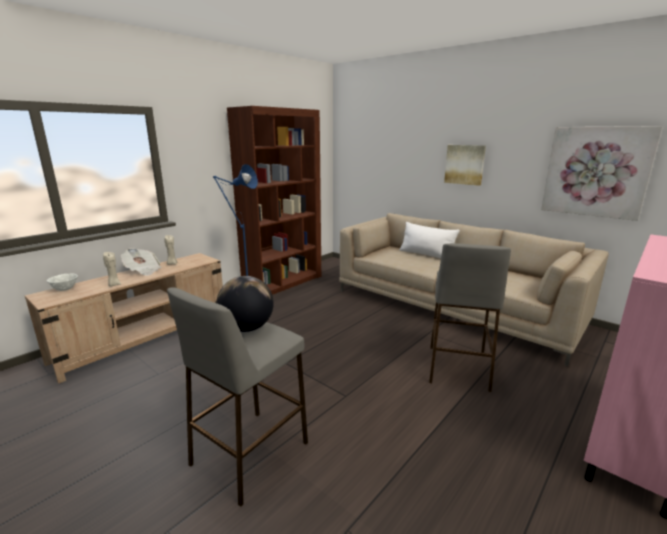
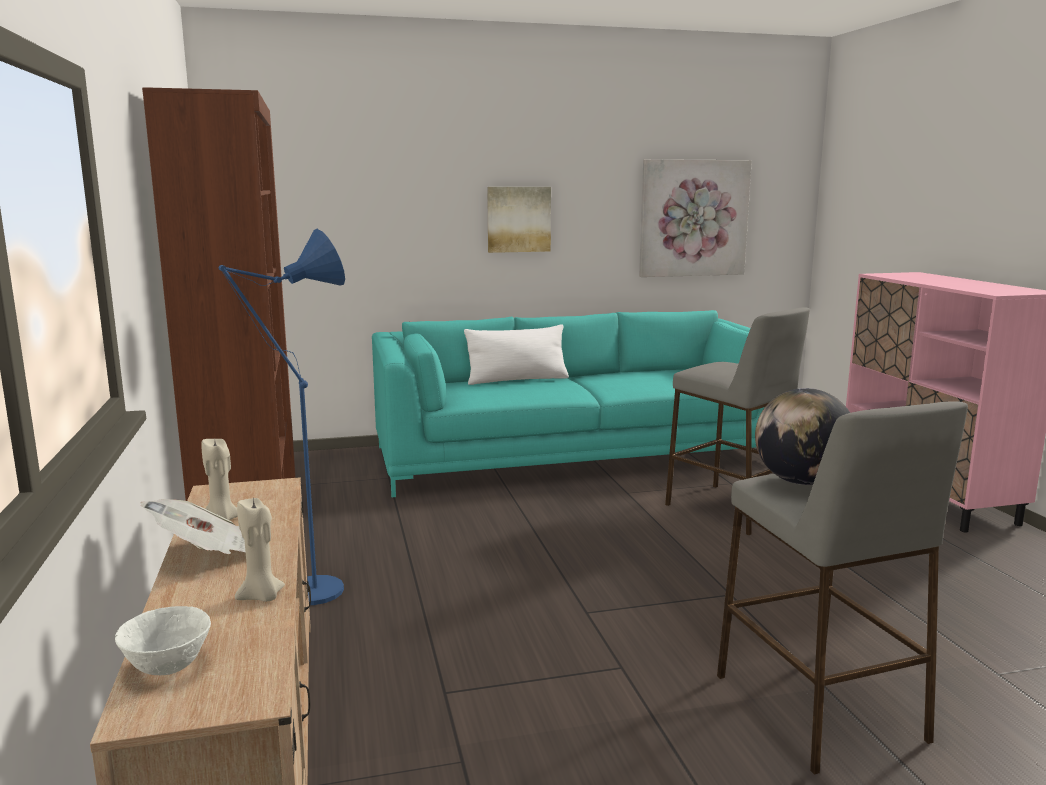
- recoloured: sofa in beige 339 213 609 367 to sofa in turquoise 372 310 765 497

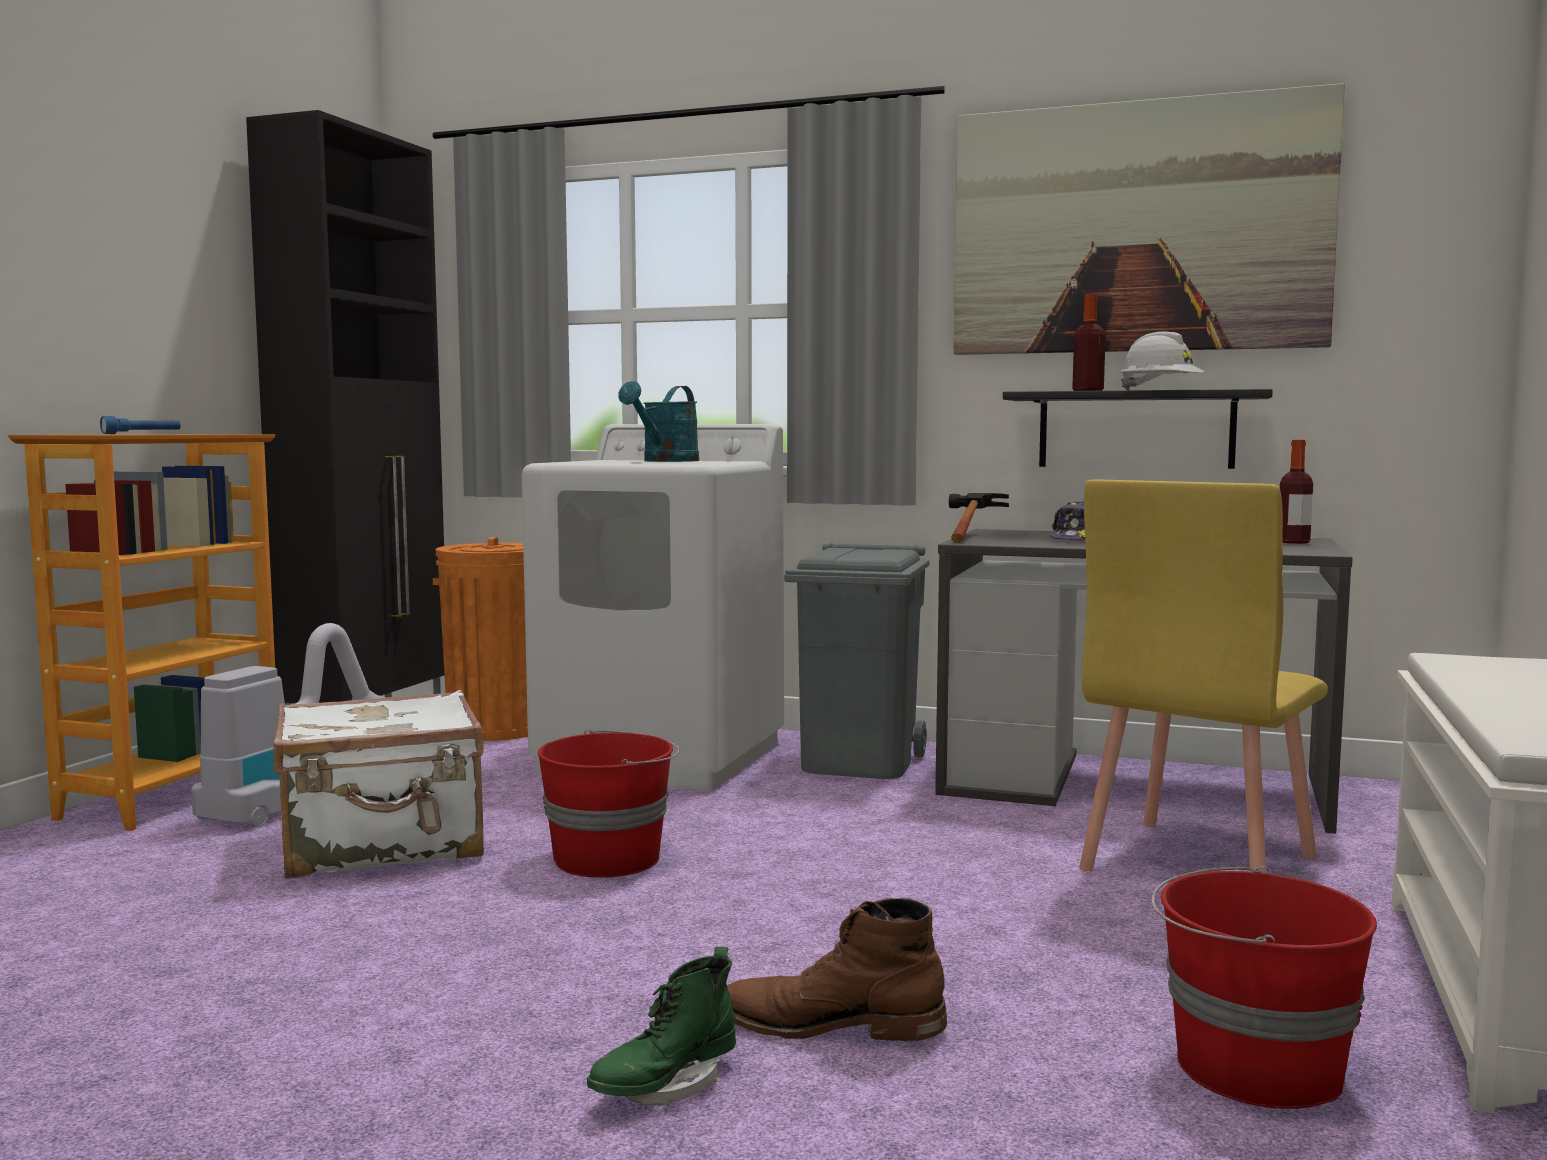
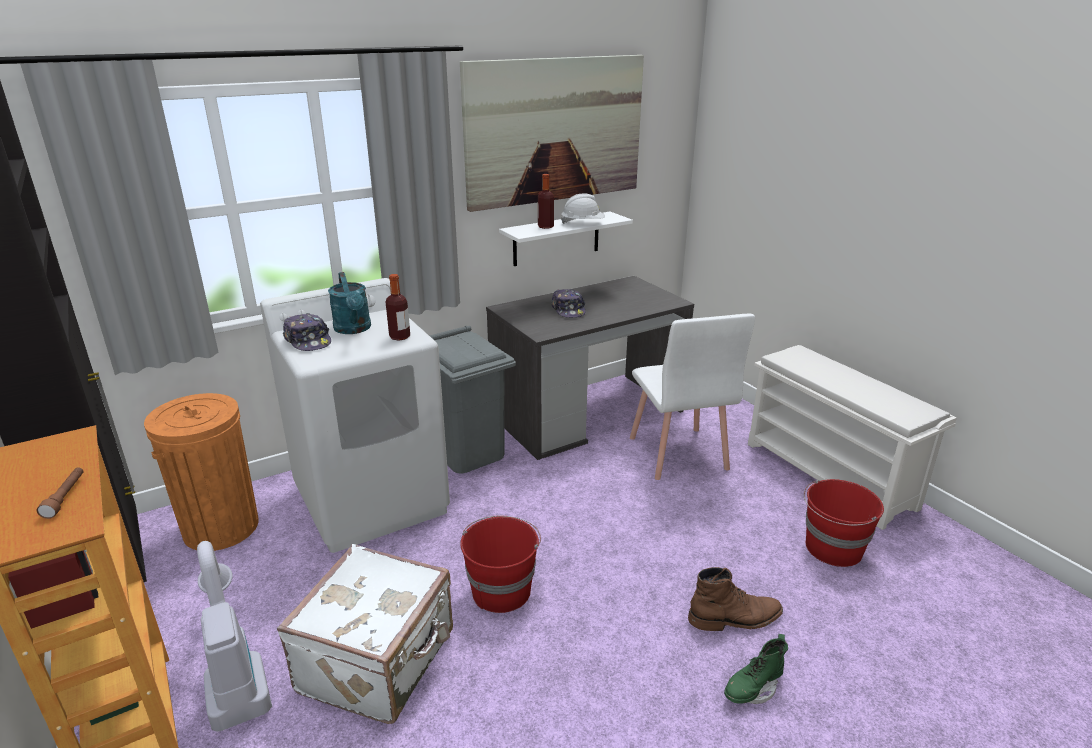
- removed: hammer 949 493 1009 542
- added: cap 283 313 331 351
- moved: bottle 1280 440 1313 544 to 386 274 410 341
- recoloured: flashlight in blue 100 416 181 434 to flashlight in brown 37 467 84 519
- recoloured: shelf in black 1003 389 1273 469 to shelf in white 499 211 633 266
- recoloured: chair in yellow 1079 479 1328 873 to chair in white 630 314 755 480
- turned: boot in green 587 947 736 1105 = 724 634 788 704 60 degrees clockwise
- turned: boot in brown 727 898 947 1042 = 688 567 783 631 150 degrees counterclockwise

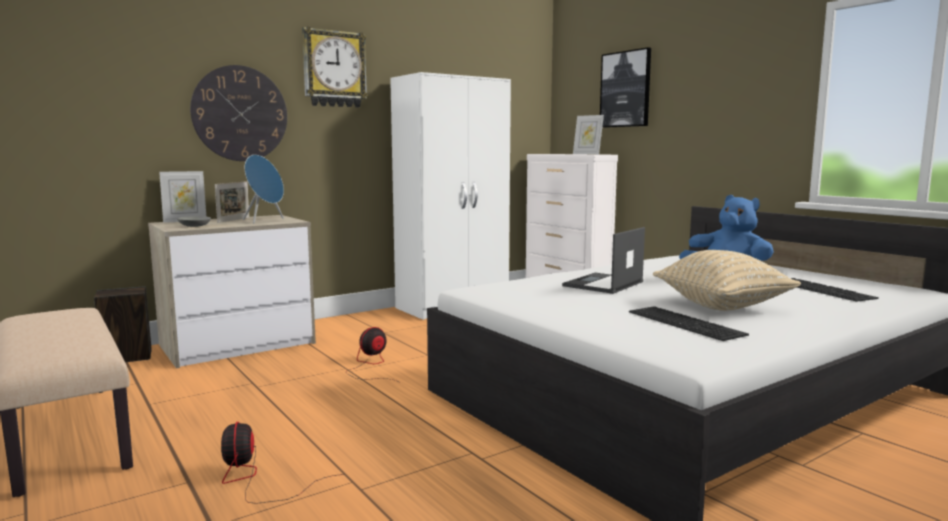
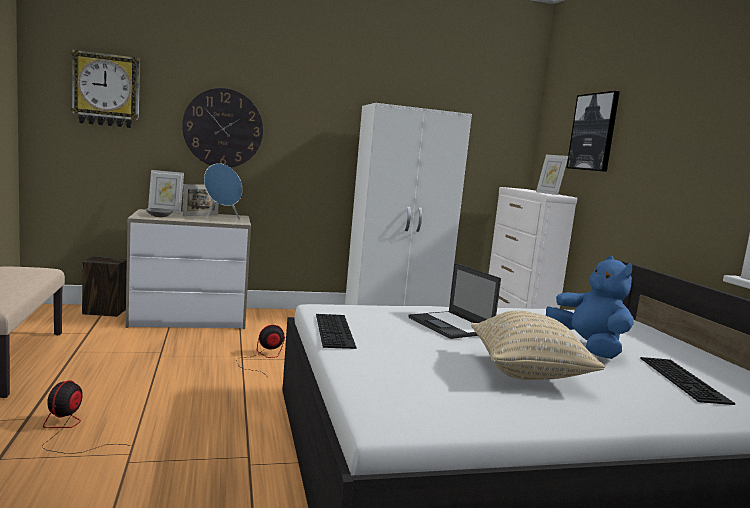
- moved: wall clock 302 27 368 108 to 71 50 140 128
- moved: keyboard 629 307 749 341 to 316 314 356 349
- turned: laptop 562 227 645 294 = 408 263 501 339 90 degrees counterclockwise

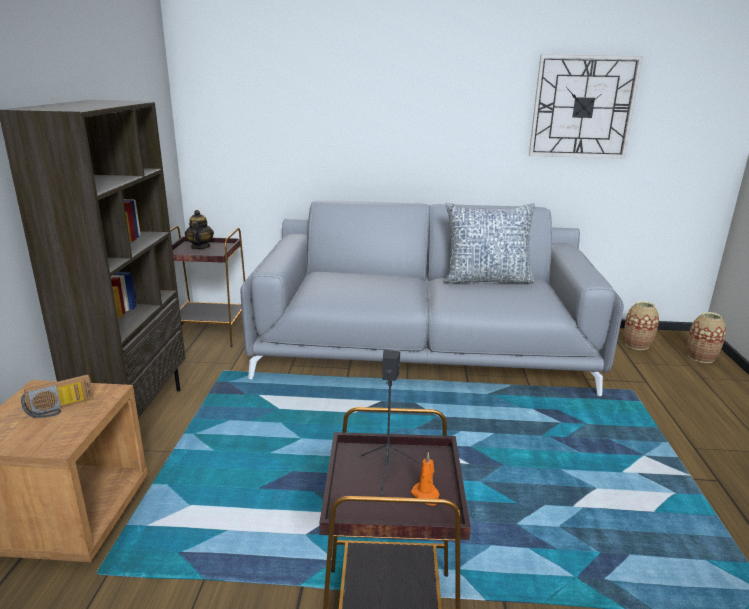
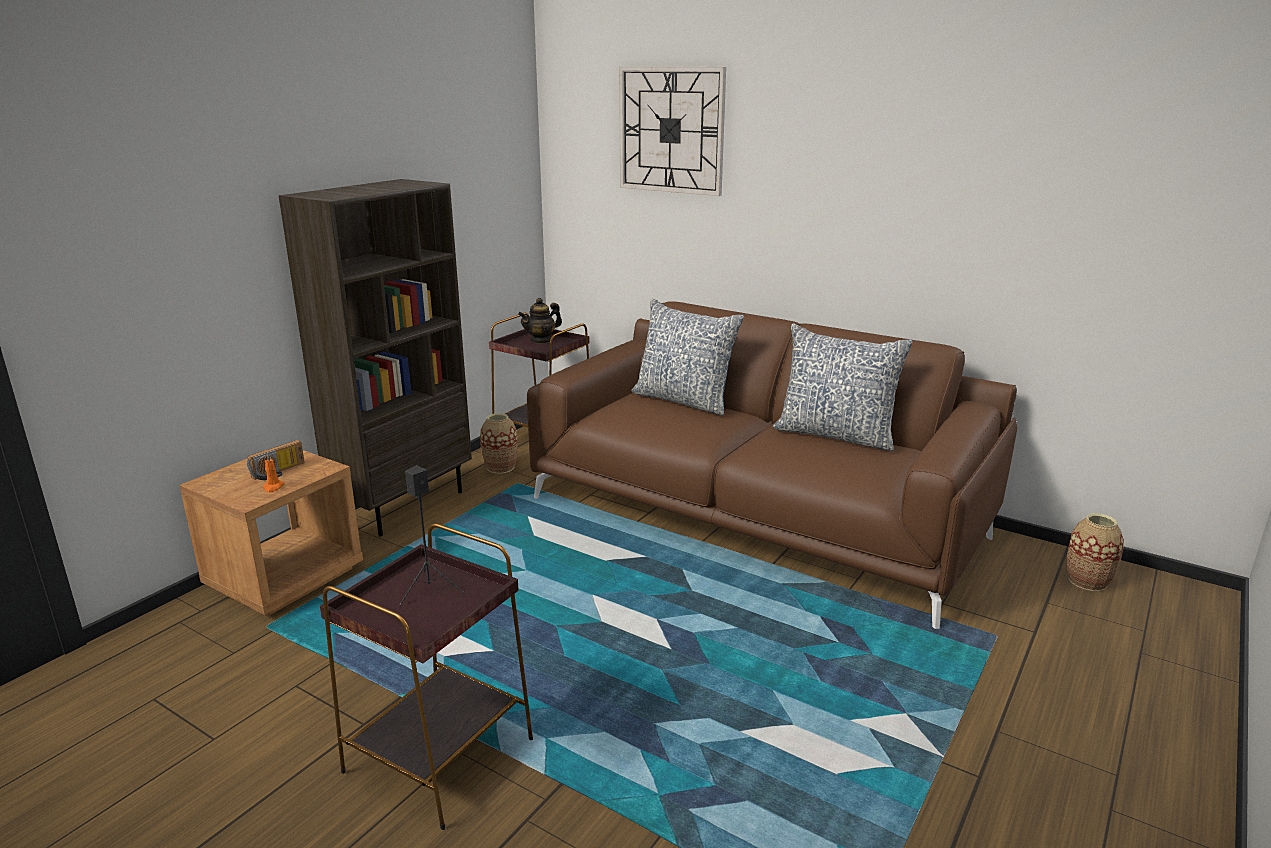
- added: pillow 631 298 744 416
- moved: candle in orange 411 452 440 506 to 263 454 285 493
- moved: wall clock 529 54 643 158 to 619 67 726 196
- moved: vase 688 312 726 363 to 480 413 518 473
- recoloured: sofa in grey 240 200 624 396 to sofa in brown 527 301 1017 629
- turned: radio 21 374 94 418 = 247 440 305 480 45 degrees counterclockwise
- turned: teapot 185 210 214 250 = 518 298 562 344 150 degrees counterclockwise

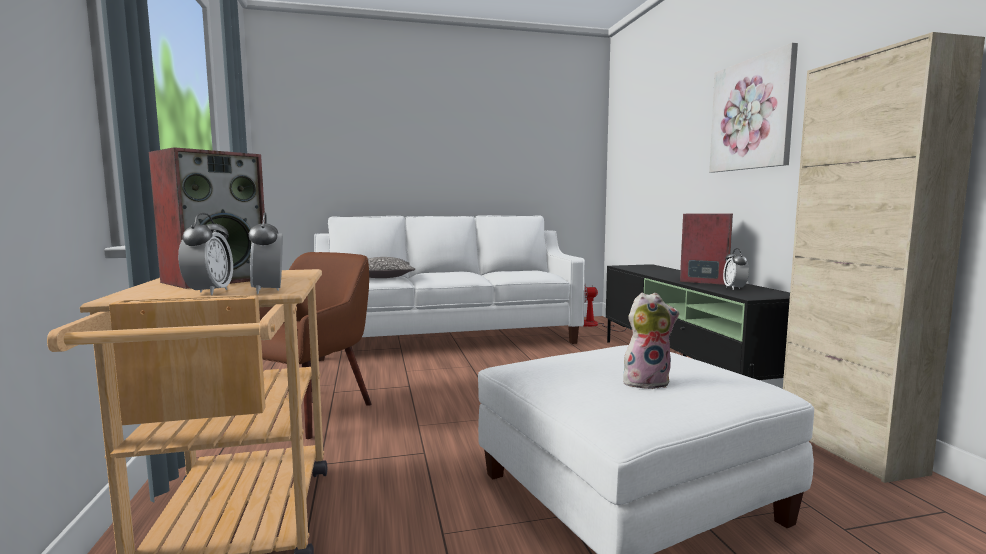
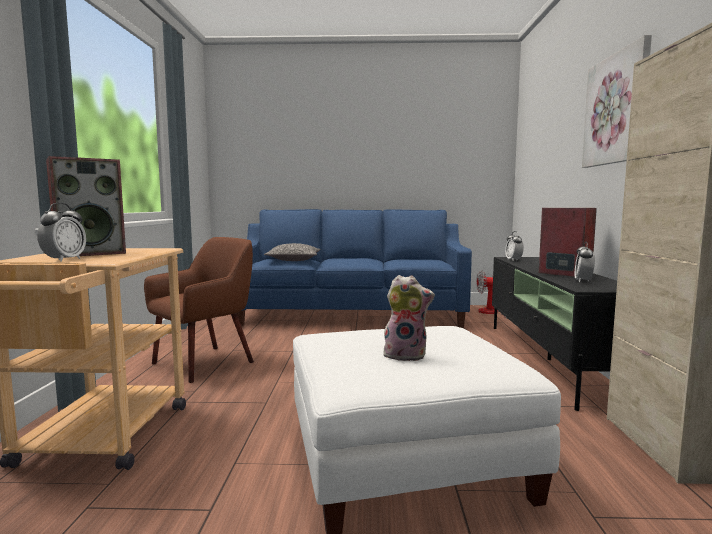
- moved: alarm clock 249 212 283 294 to 505 231 524 260
- recoloured: sofa in white 314 215 585 361 to sofa in blue 237 209 472 328

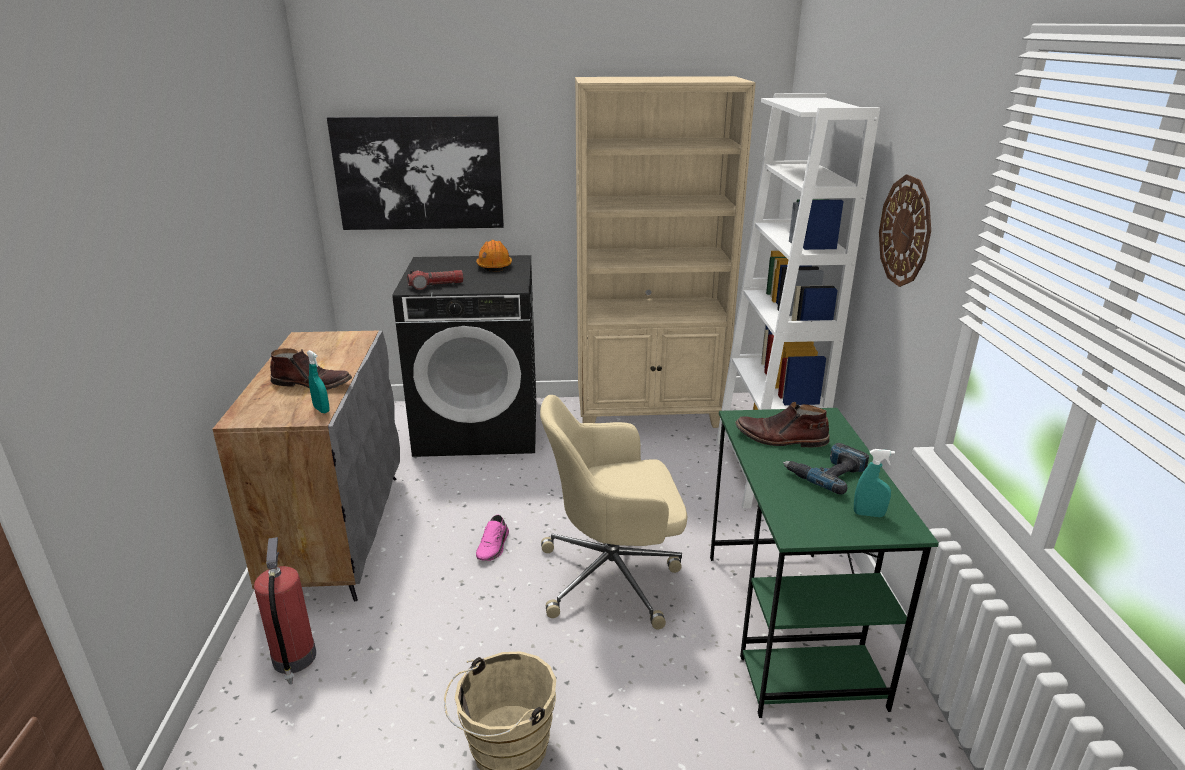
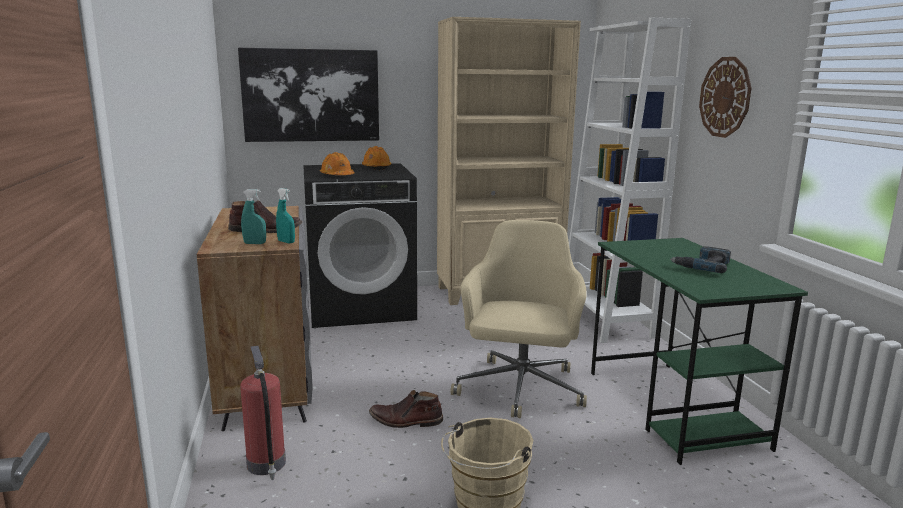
- removed: shoe in pink 476 515 509 561
- moved: boot in brown 736 402 830 447 to 369 390 443 428
- moved: spray bottle in turquoise 854 449 895 517 to 241 189 266 244
- replaced: flashlight 407 270 463 290 to hard hat in orange 320 152 355 175
- turned: office chair in beige 540 395 687 629 = 451 220 587 418 120 degrees clockwise

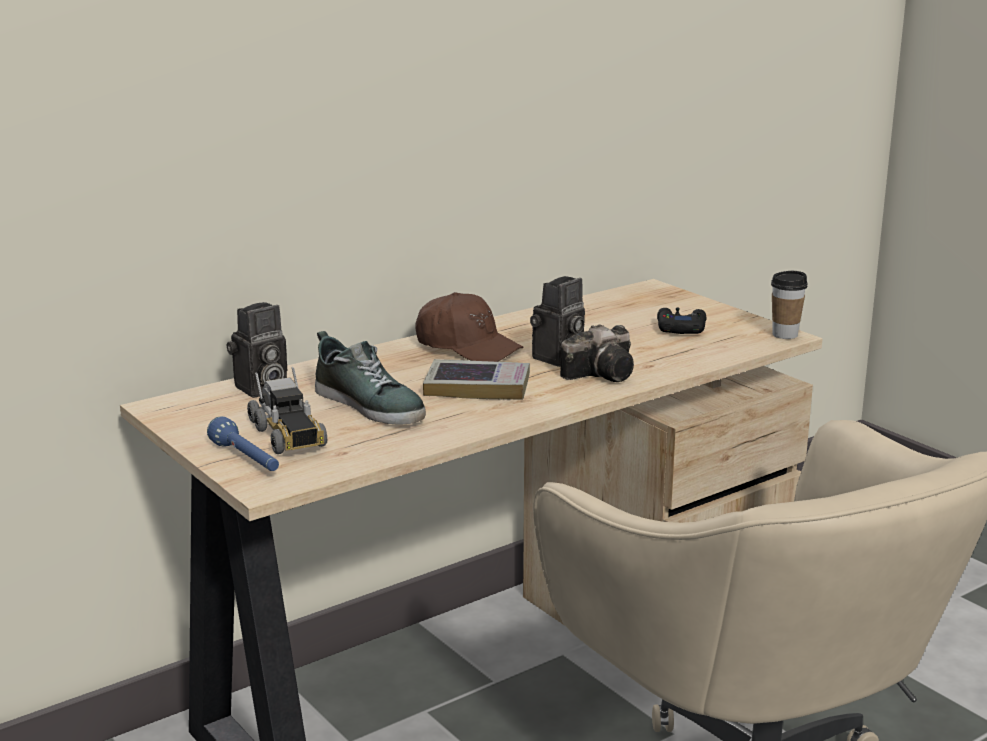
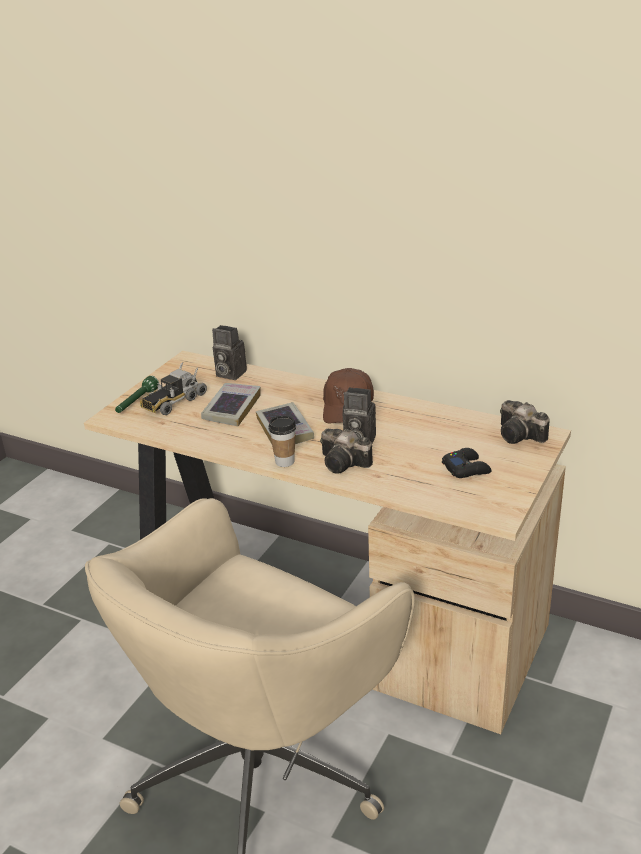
- added: photo camera 500 400 550 444
- moved: cup 771 271 808 339 to 269 416 296 467
- replaced: shoe 315 331 426 425 to book 201 383 261 426
- recoloured: flashlight in blue 207 416 279 471 to flashlight in green 115 376 159 413

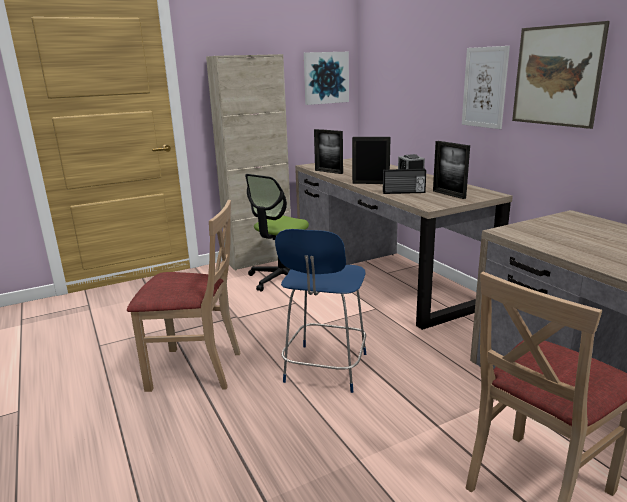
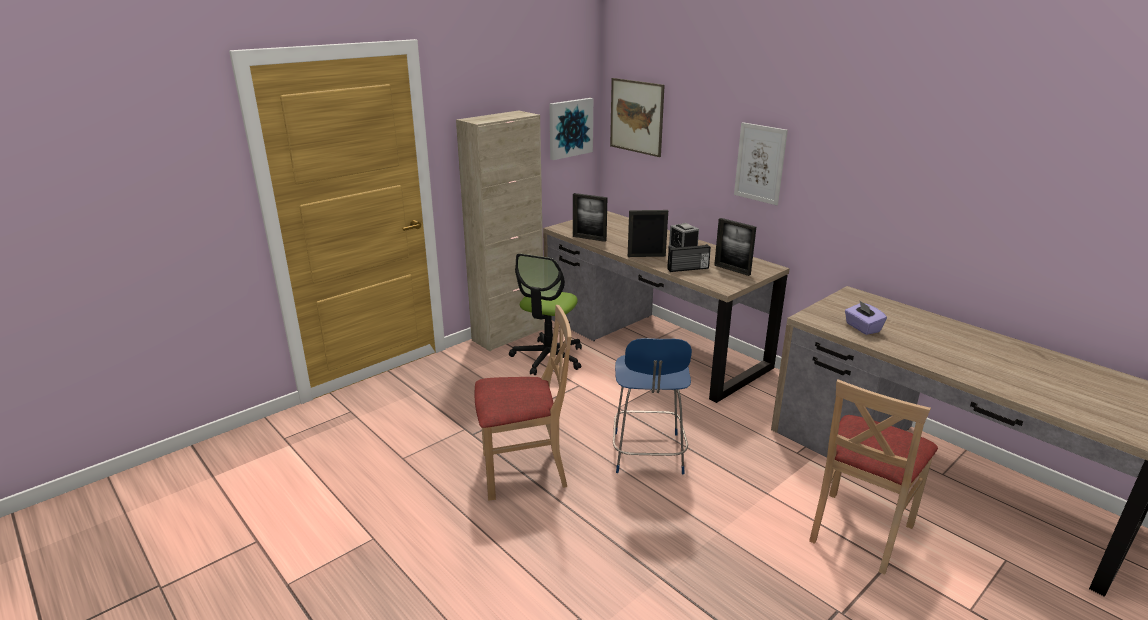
- added: tissue box in purple 845 301 887 335
- moved: picture 512 21 610 129 to 610 78 665 157

